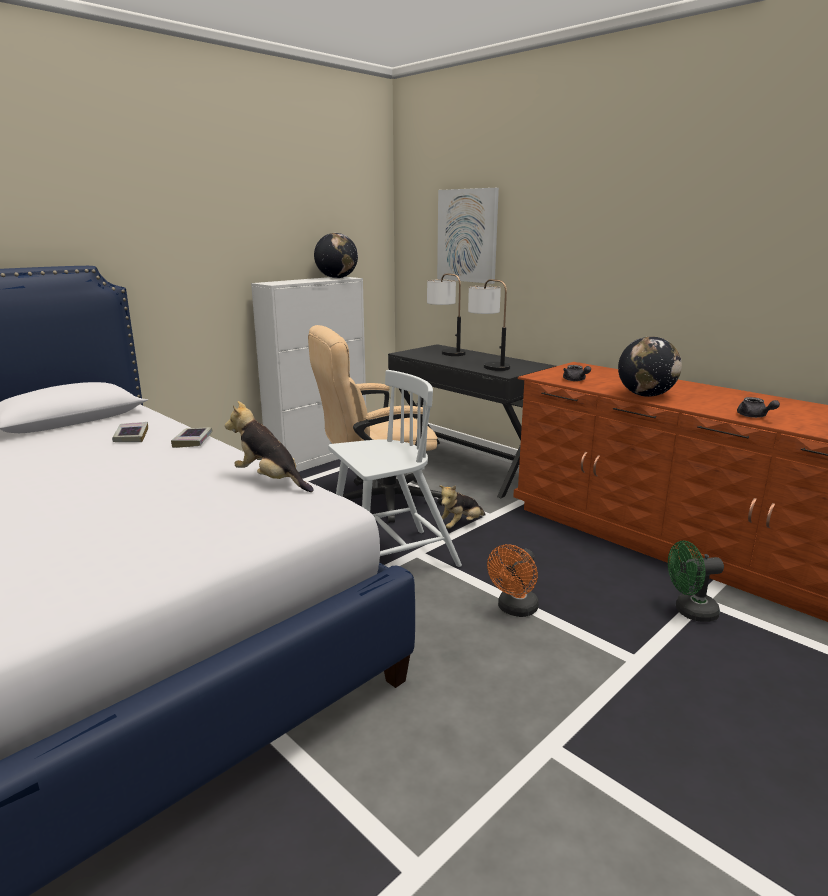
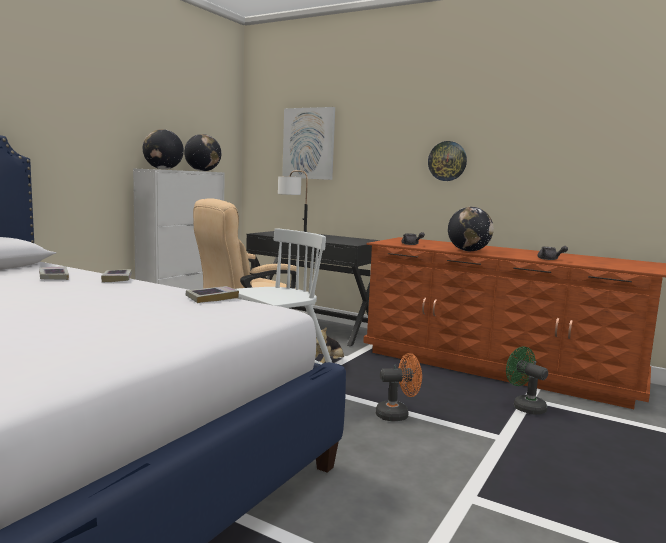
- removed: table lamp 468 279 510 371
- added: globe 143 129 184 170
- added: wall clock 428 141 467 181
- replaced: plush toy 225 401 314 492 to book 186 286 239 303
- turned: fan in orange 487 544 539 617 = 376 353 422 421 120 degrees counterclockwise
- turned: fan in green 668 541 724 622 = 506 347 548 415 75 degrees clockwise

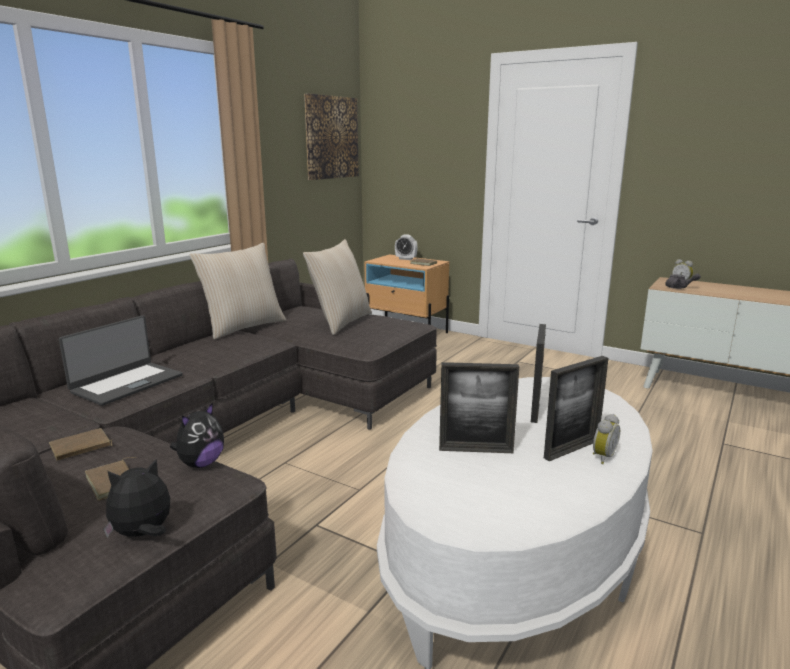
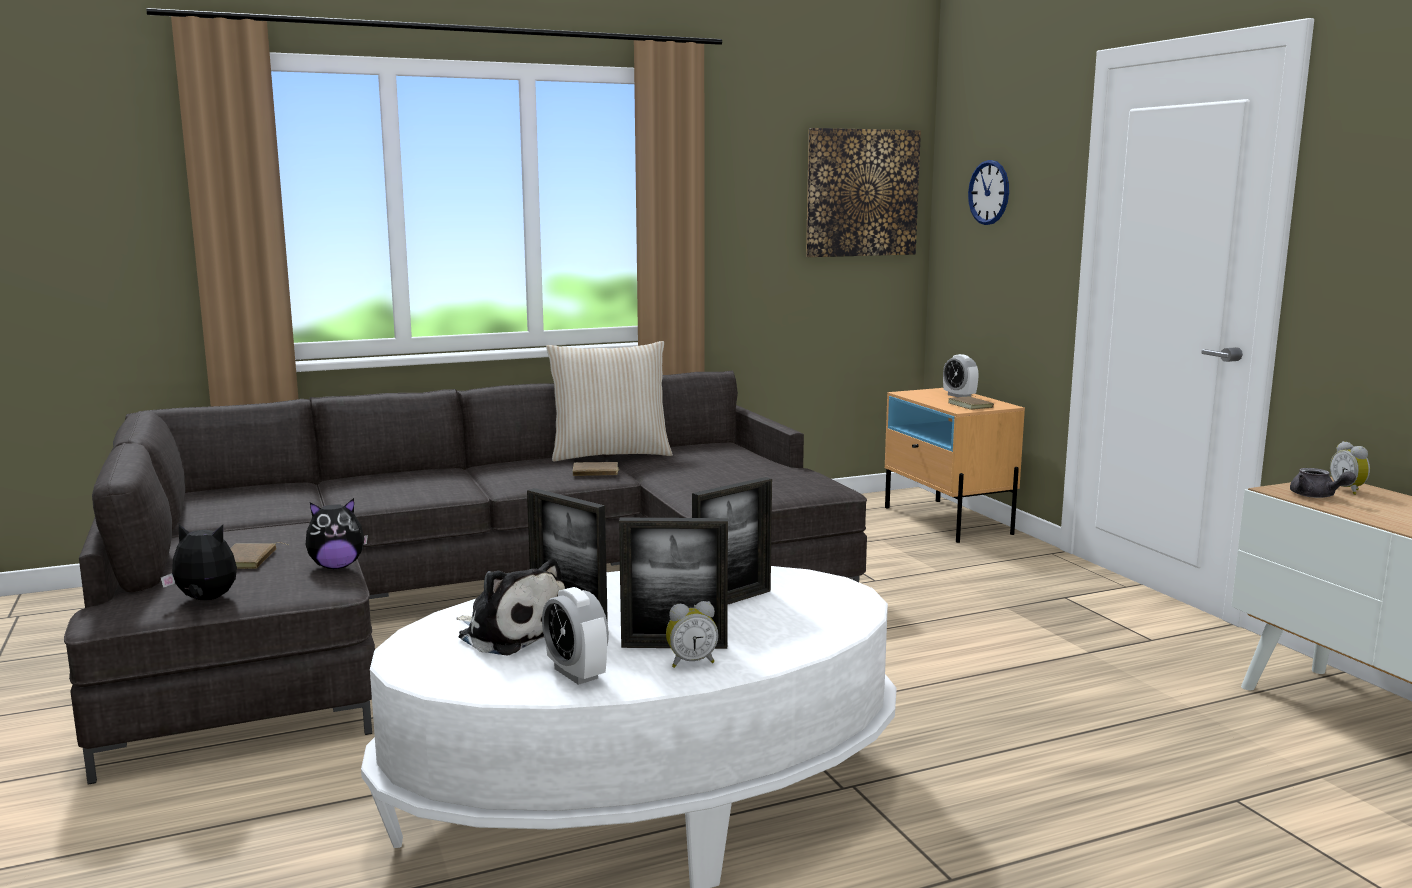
- removed: laptop 59 315 183 406
- removed: pillow in beige 303 239 372 335
- added: plush toy 456 559 565 656
- added: alarm clock 542 587 609 685
- added: wall clock 968 160 1009 225
- moved: book in brown 49 428 112 460 to 573 462 619 476

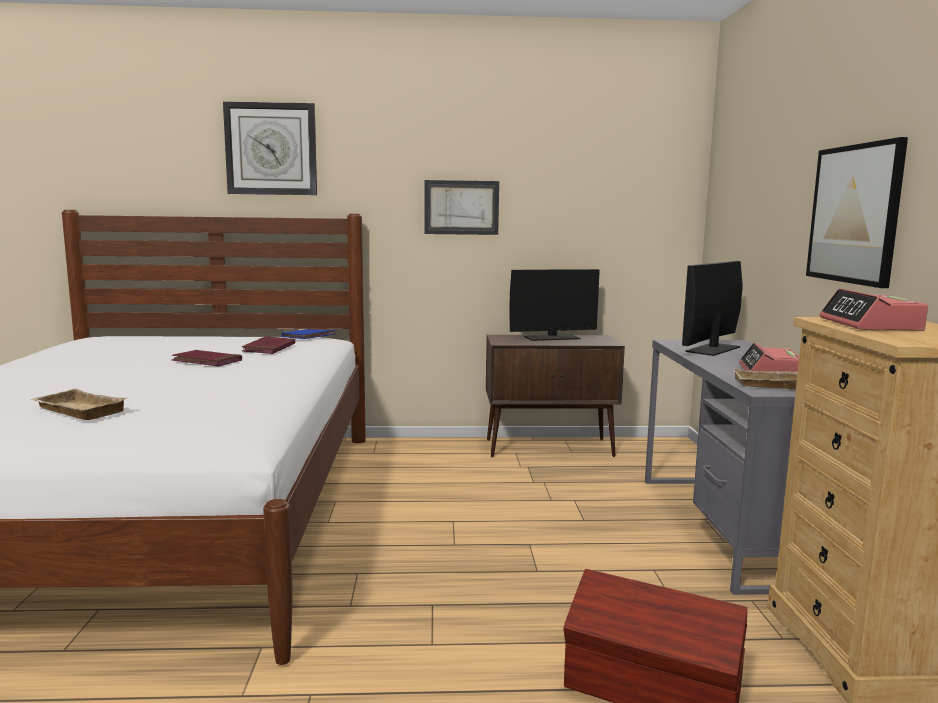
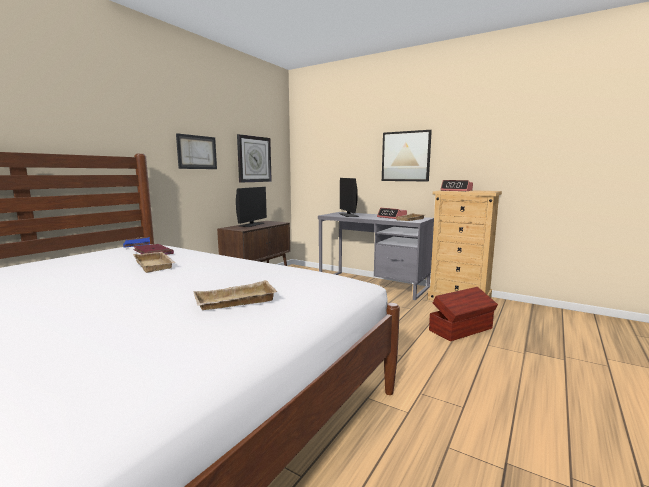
- moved: wall clock 223 101 317 195 to 237 134 272 182
- replaced: book in red 172 350 242 366 to tray in beige 133 252 176 273

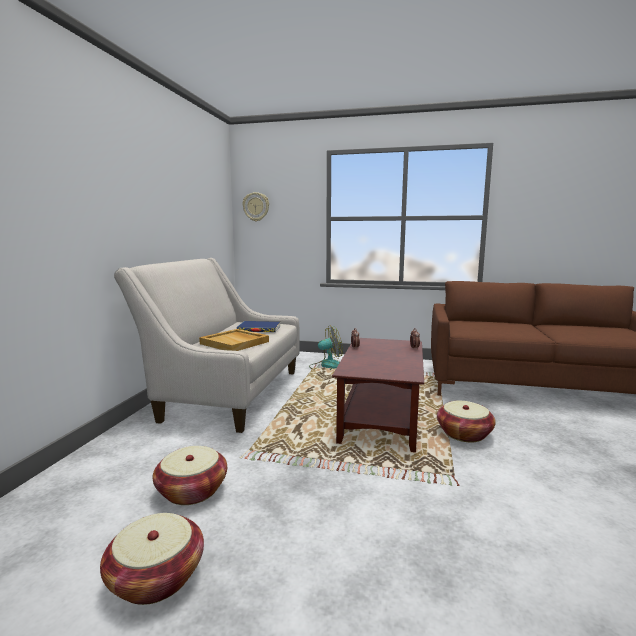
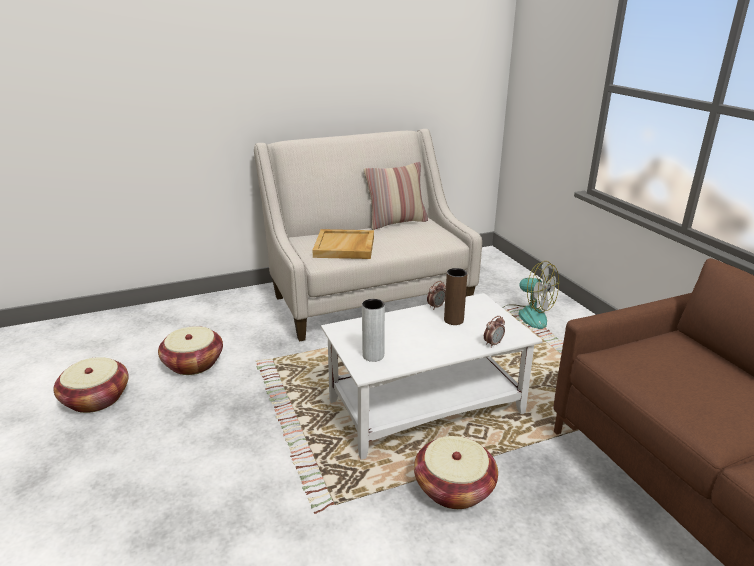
- removed: book in blue 236 321 281 332
- removed: wall clock 242 192 269 221
- added: vase in grey 362 299 385 362
- added: pillow 364 162 428 230
- added: vase in brown 444 268 468 325
- recoloured: coffee table in brown 332 338 424 452 to coffee table in white 321 293 543 460

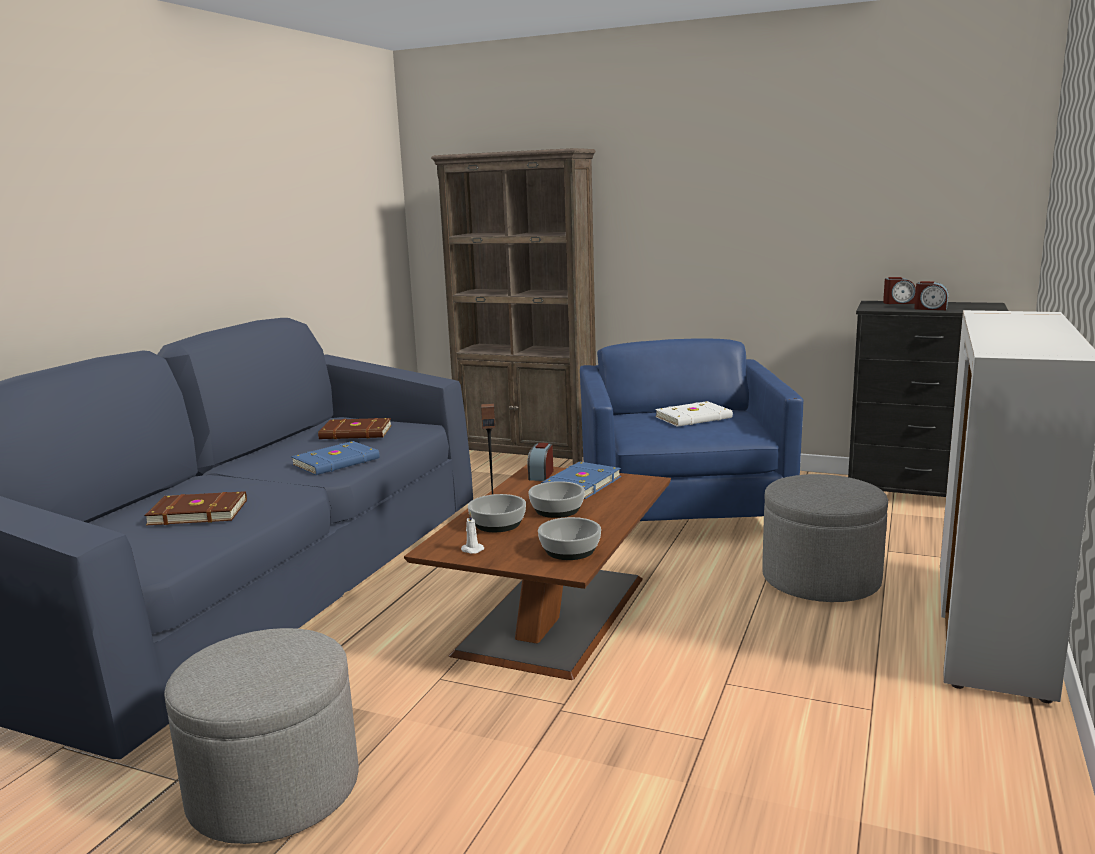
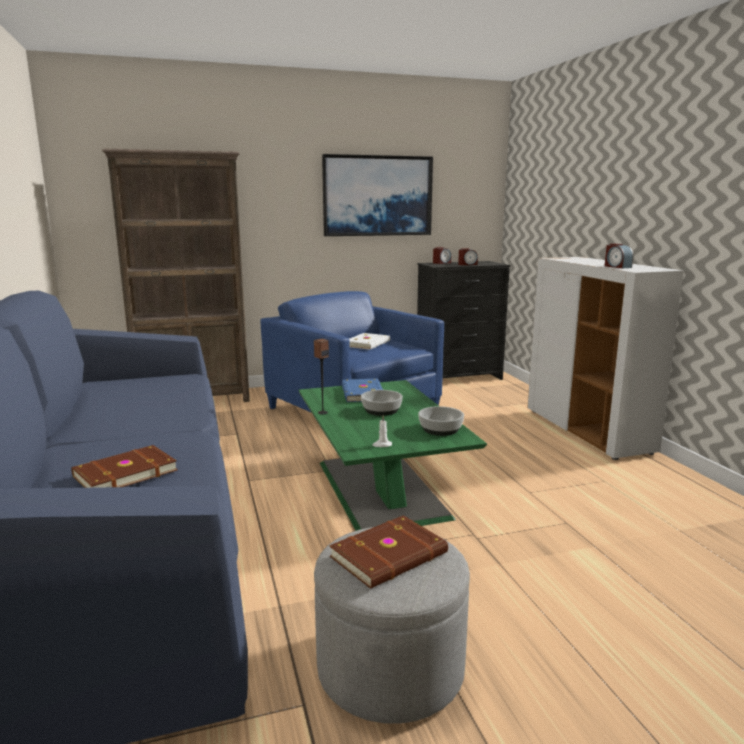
- removed: book in blue 291 441 380 475
- removed: bowl 468 494 526 532
- removed: ottoman in grey 762 474 888 602
- added: picture 322 154 433 236
- moved: book in brown 318 418 392 439 to 329 515 448 588
- moved: alarm clock 527 443 553 481 to 605 244 633 269
- recoloured: coffee table in brown 404 465 671 680 to coffee table in green 299 380 487 531

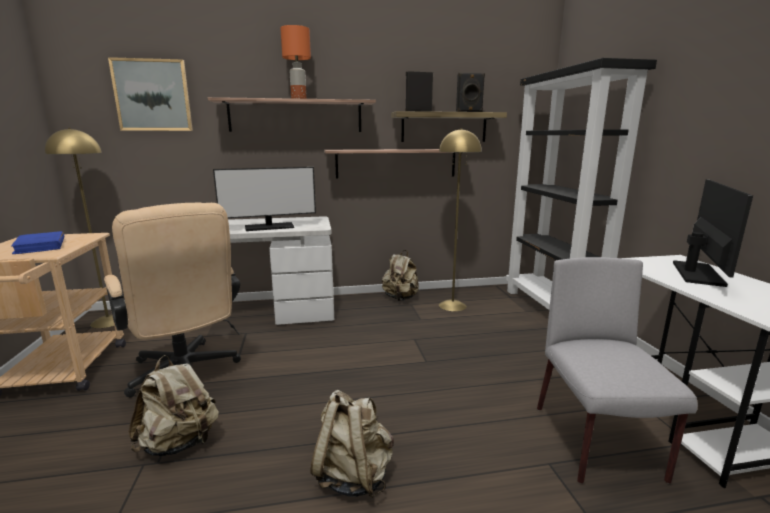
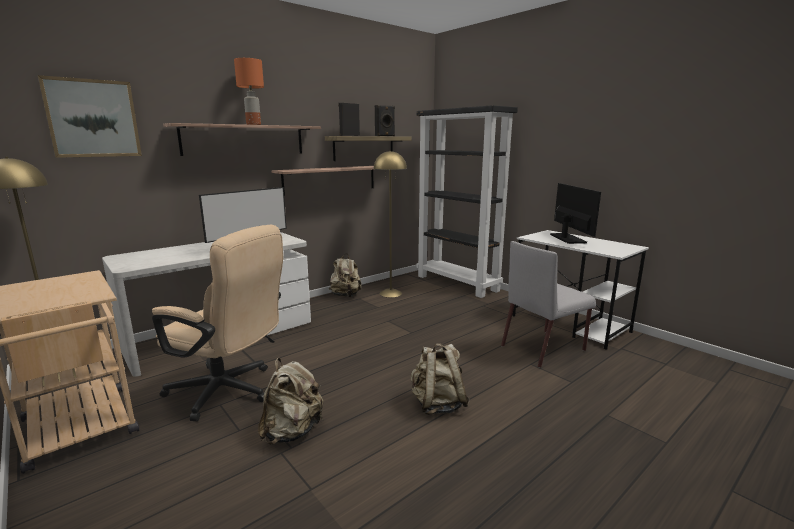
- removed: book in blue 11 231 64 254
- turned: chair in grey 537 257 698 484 = 501 241 596 368 90 degrees counterclockwise

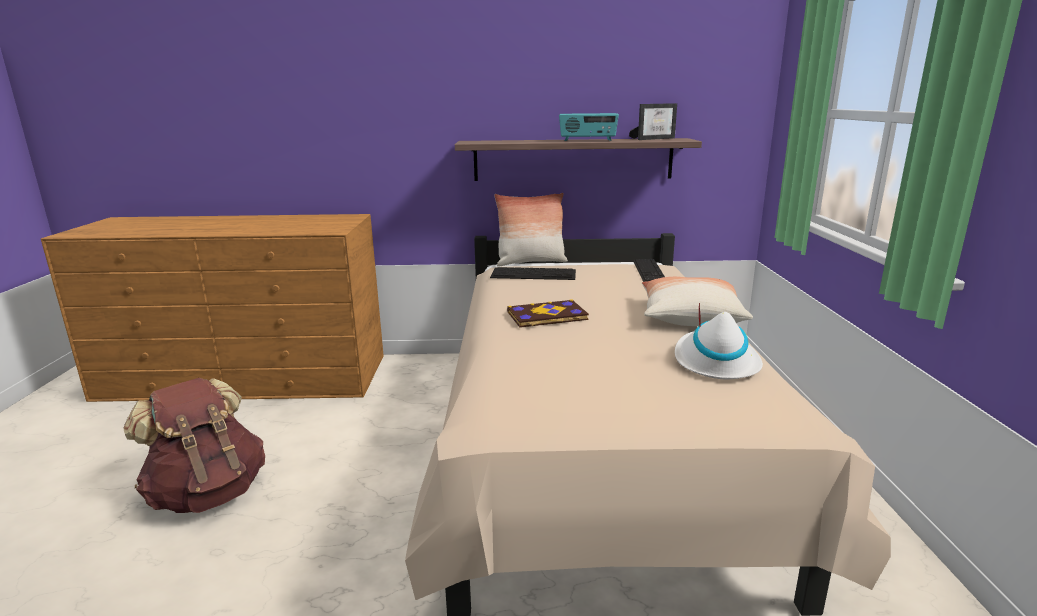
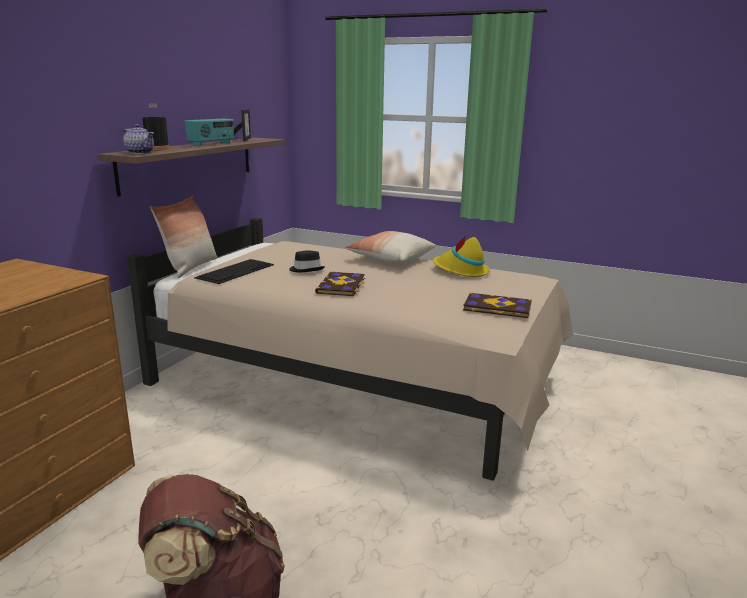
- removed: keyboard 633 259 665 282
- added: teapot 122 124 154 154
- added: bottle in black 142 103 169 151
- added: hat in black 289 250 325 272
- added: book 463 292 532 318
- recoloured: hat in white 675 303 763 379 to hat in yellow 433 236 490 277

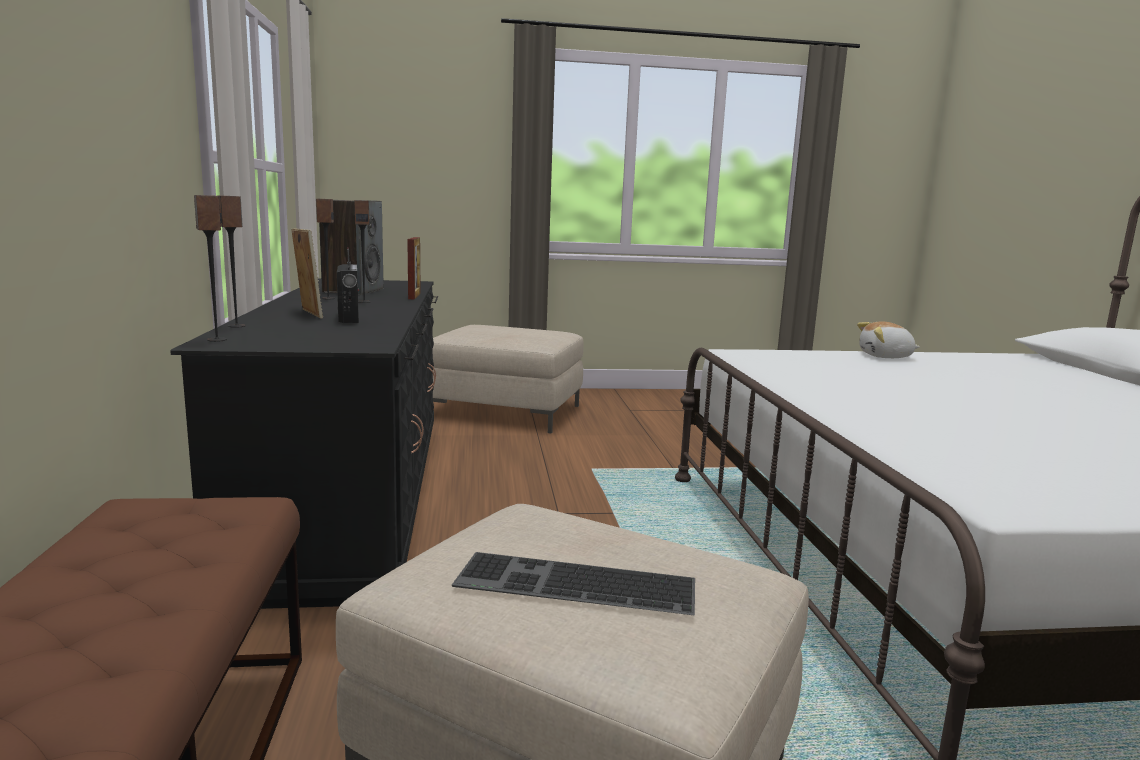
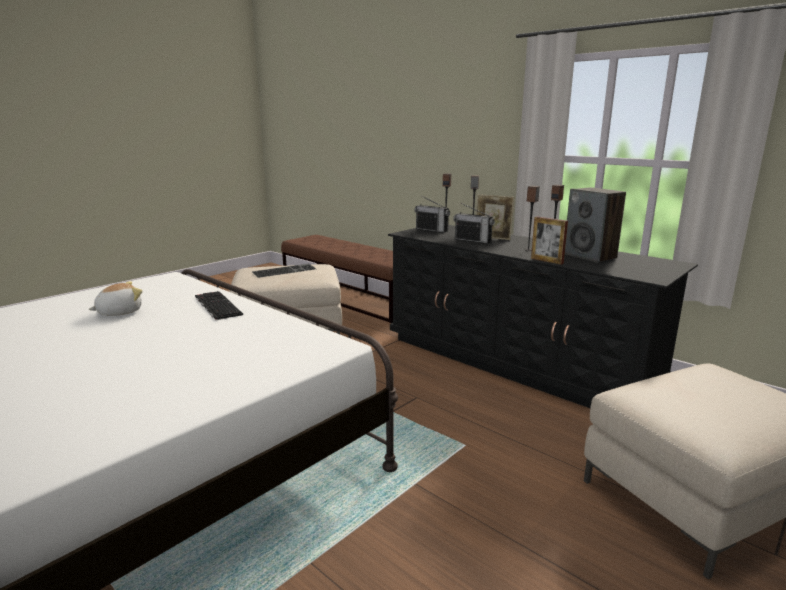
- added: keyboard 195 291 243 320
- added: radio 414 196 450 233
- moved: plush toy 857 321 920 358 to 88 281 143 316

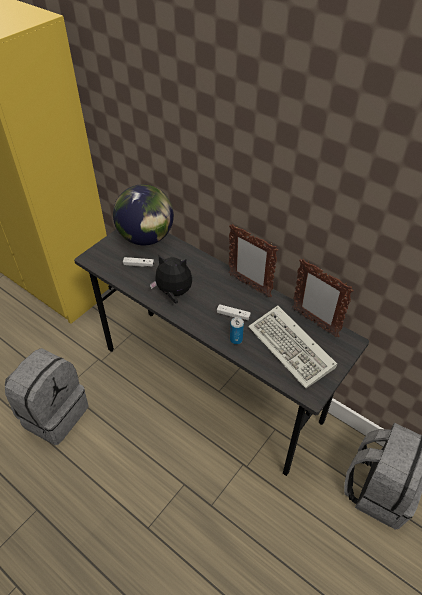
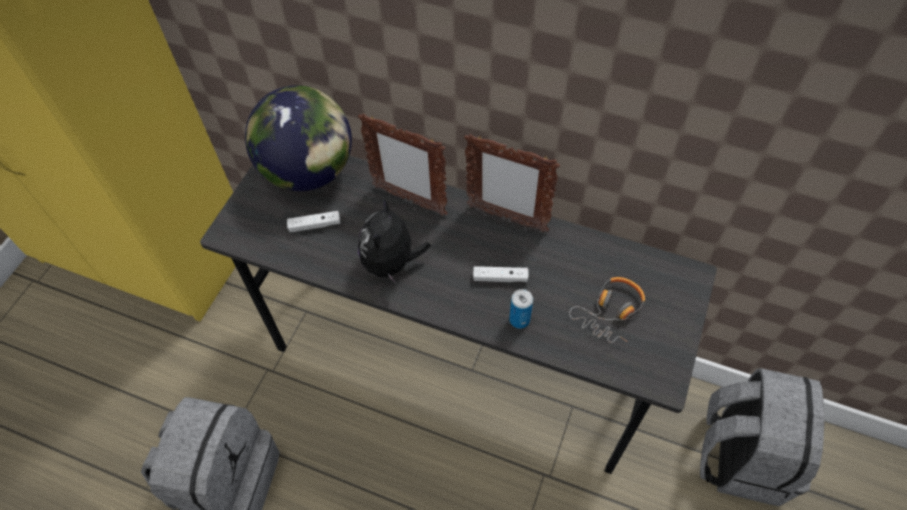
- moved: picture frame 292 259 354 338 to 358 113 448 216
- replaced: keyboard 248 305 337 389 to headphones 569 277 645 343
- turned: plush toy 150 256 192 304 = 358 199 431 285 75 degrees counterclockwise

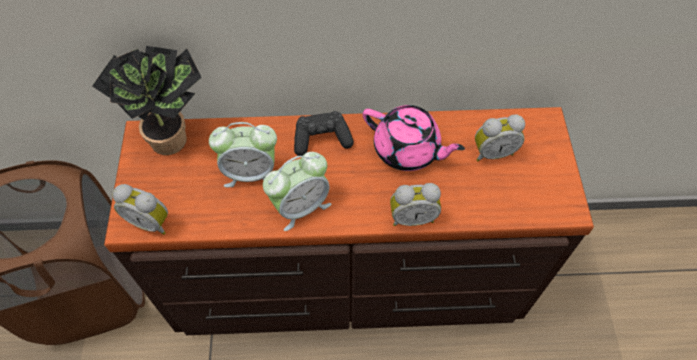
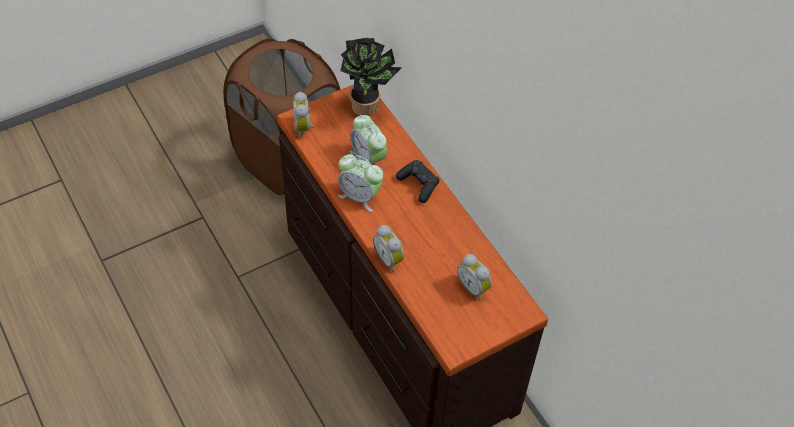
- removed: teapot in pink 363 105 465 171

